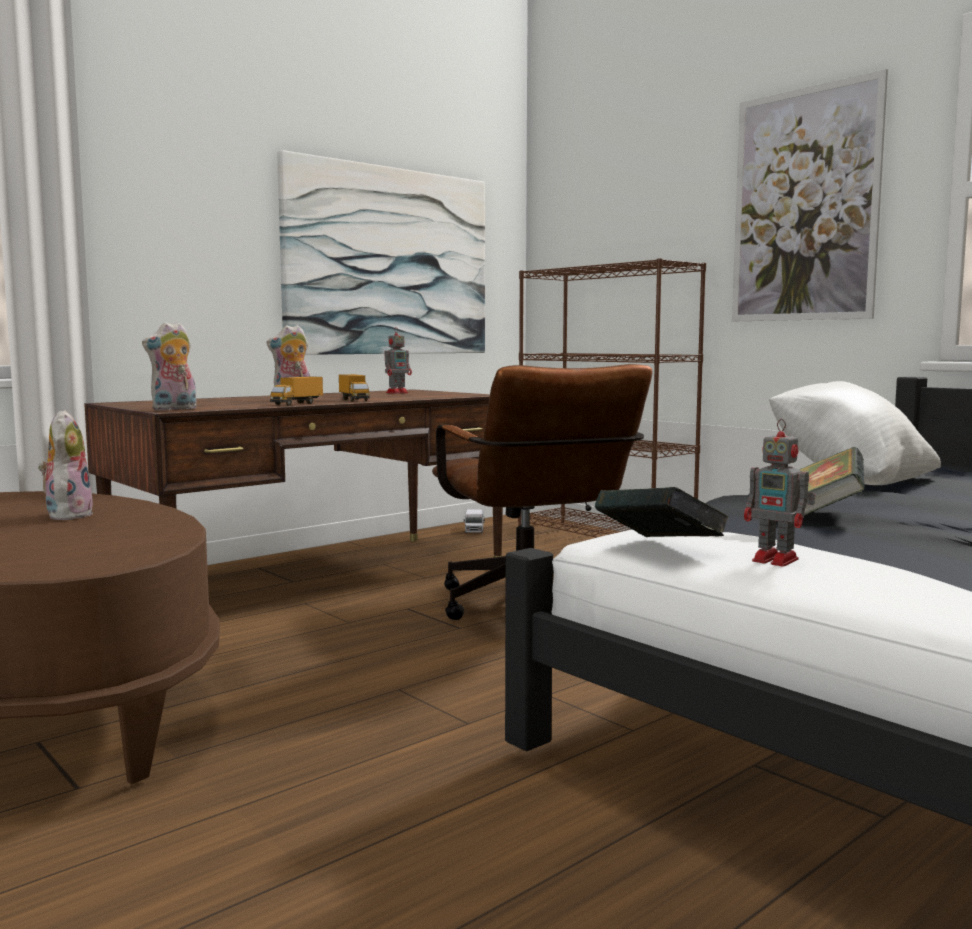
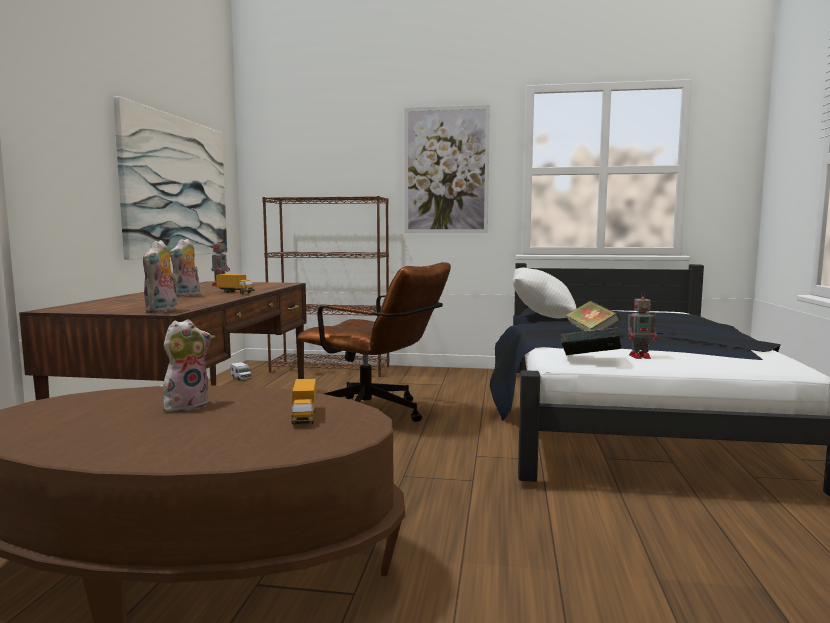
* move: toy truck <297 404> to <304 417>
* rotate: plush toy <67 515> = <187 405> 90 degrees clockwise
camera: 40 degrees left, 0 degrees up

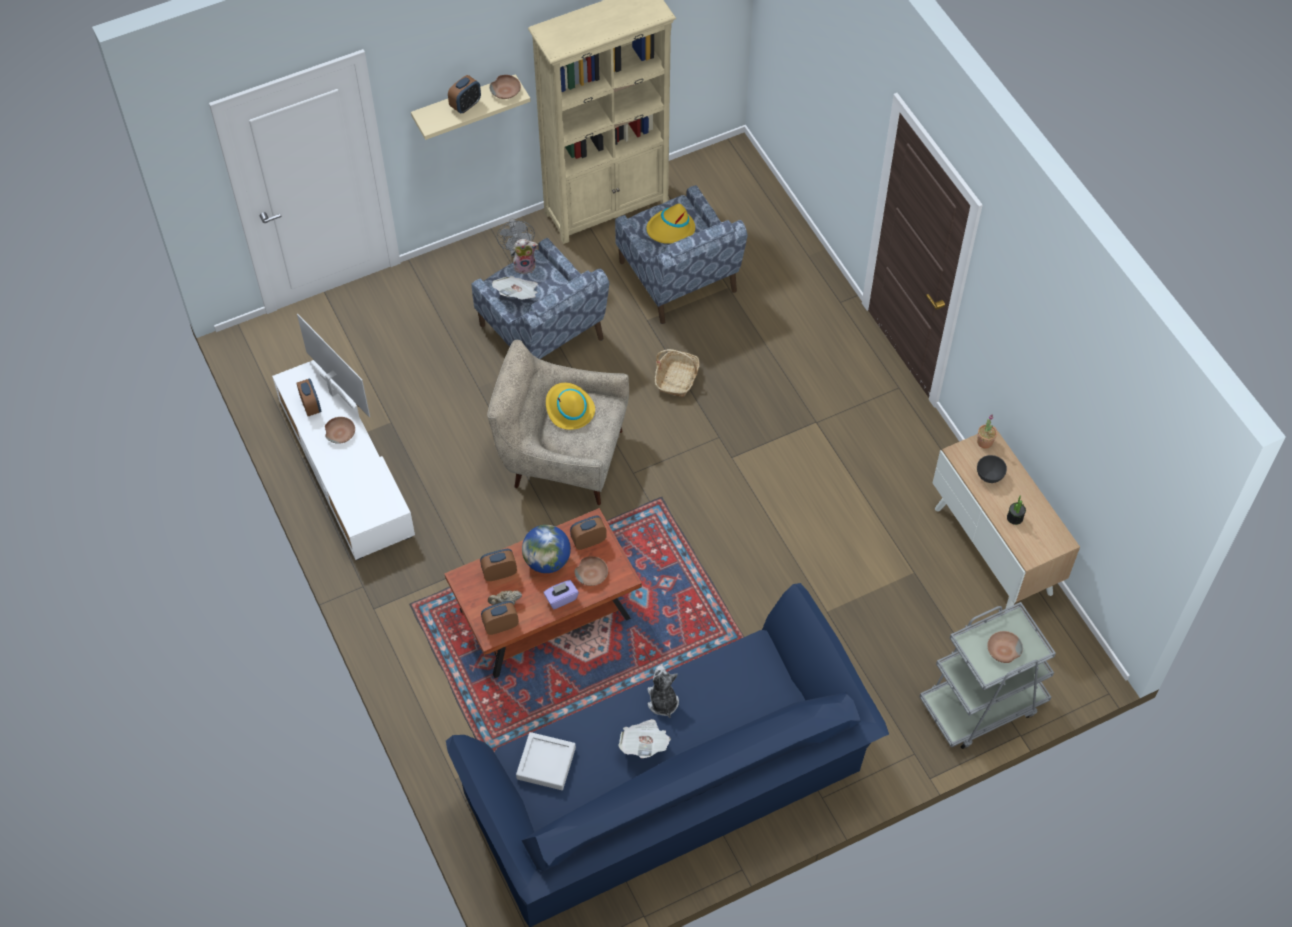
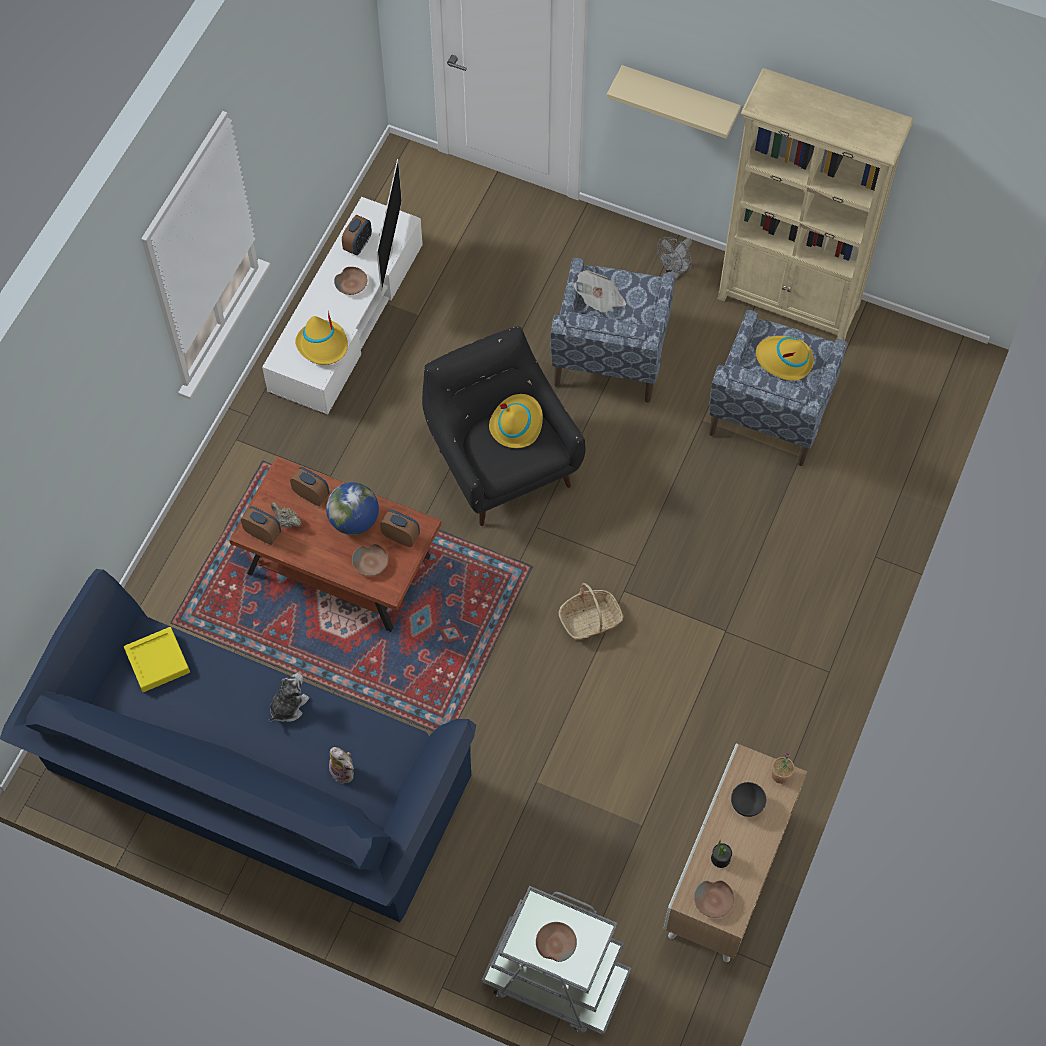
* delete: alarm clock <465 105>
* delete: purple tissue box <561 598>
* delete: newspaper <644 744>
* insert: yellow hat <323 345>
* move: brown bowl <506 91> to <714 901>
* move: plush toy <525 266> to <344 771>
* move: basket <677 378> to <590 620>
* recolor: beige armchair <562 456> to black armchair <502 462>
* recolor: grey tray <546 763> to yellow tray <157 661>
camera: 50 degrees right, 5 degrees up

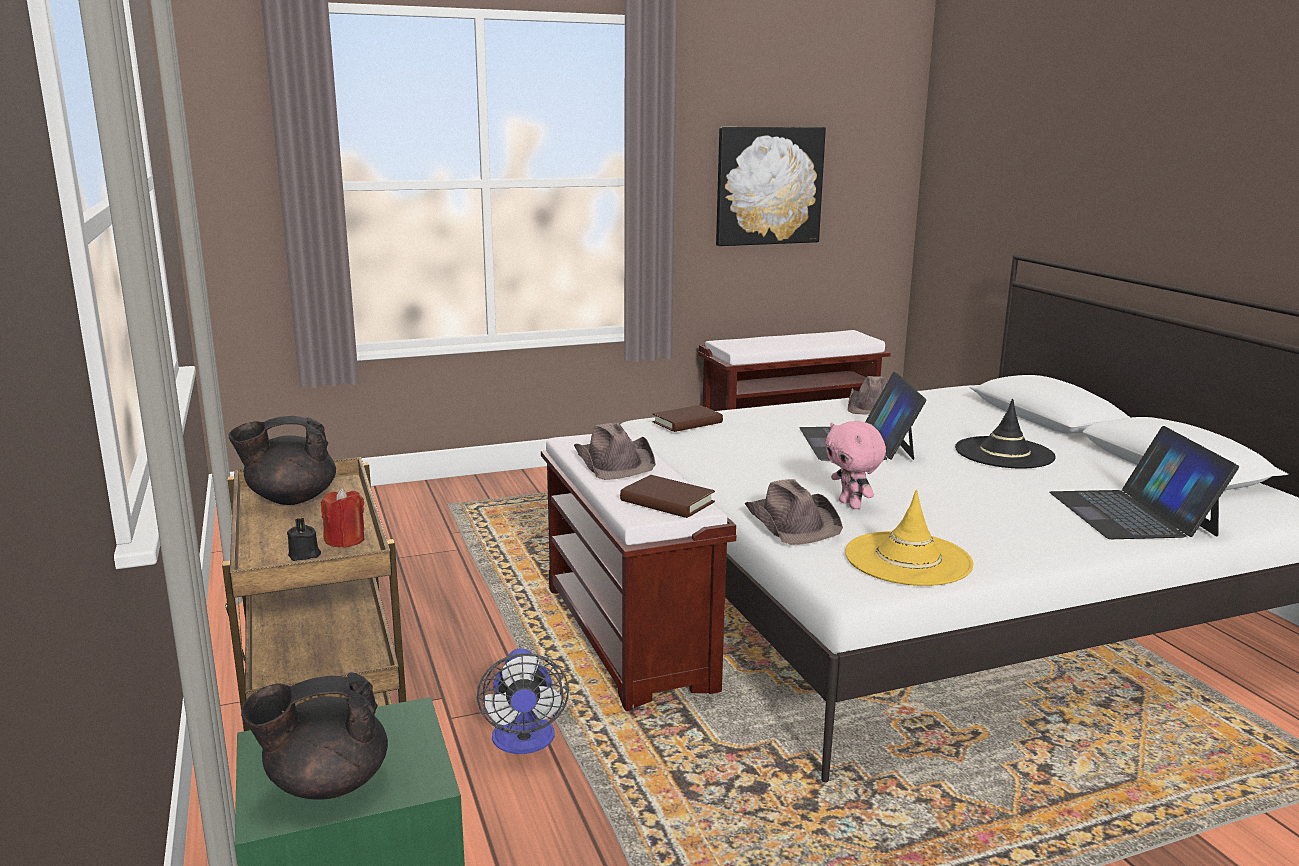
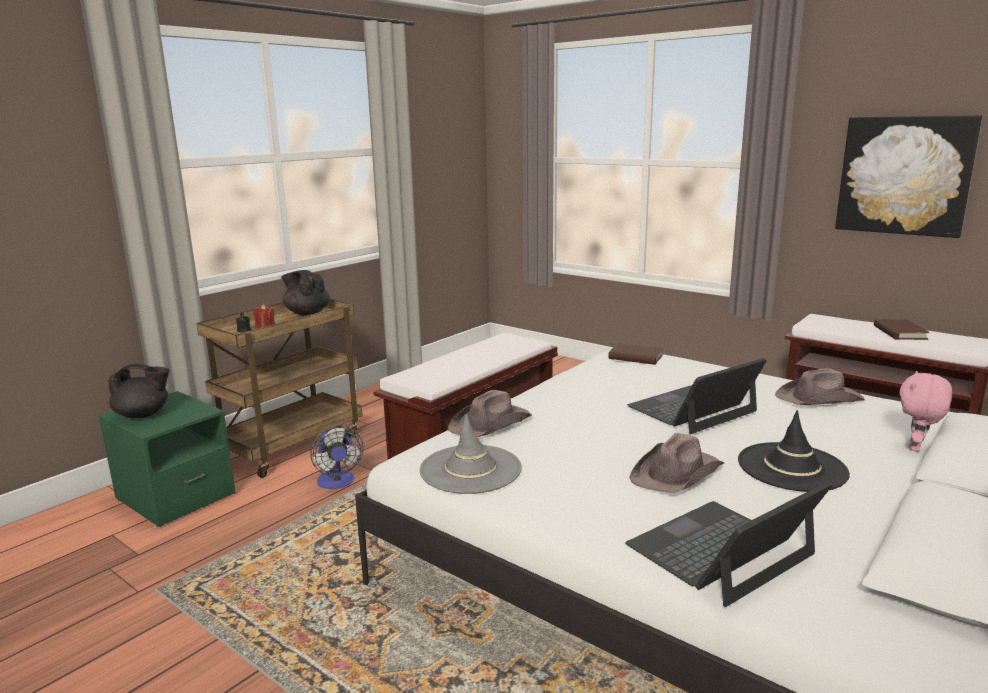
* move: brown hat <615 462> to <677 473>
* move: brown book <667 501> to <899 332>
* move: pink plush toy <851 505> to <917 447>
* recolor: yellow hat <908 559> to grey hat <470 469>
* rotate: black teapot <326 783> = <143 415> 135 degrees clockwise
* rotate: fan <524 742> = <337 483> 75 degrees counterclockwise
camera: 60 degrees right, 0 degrees up

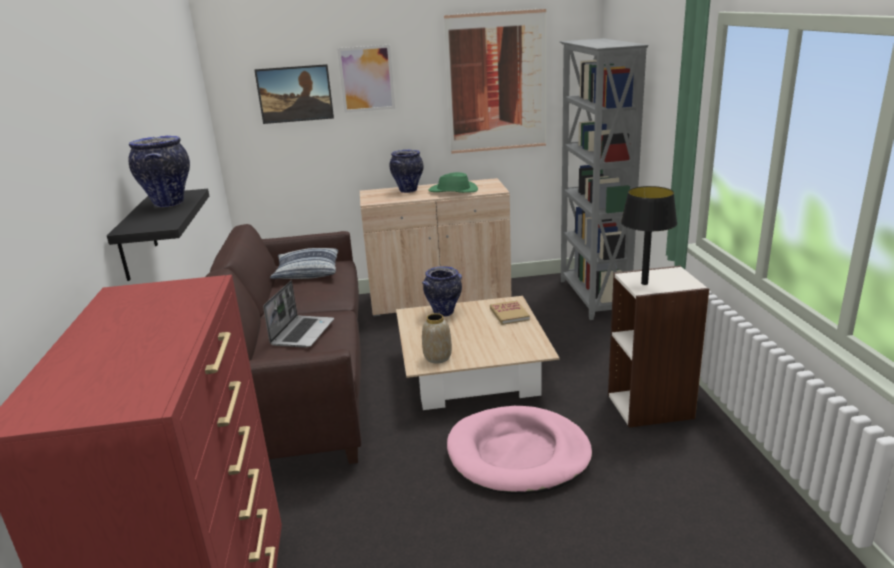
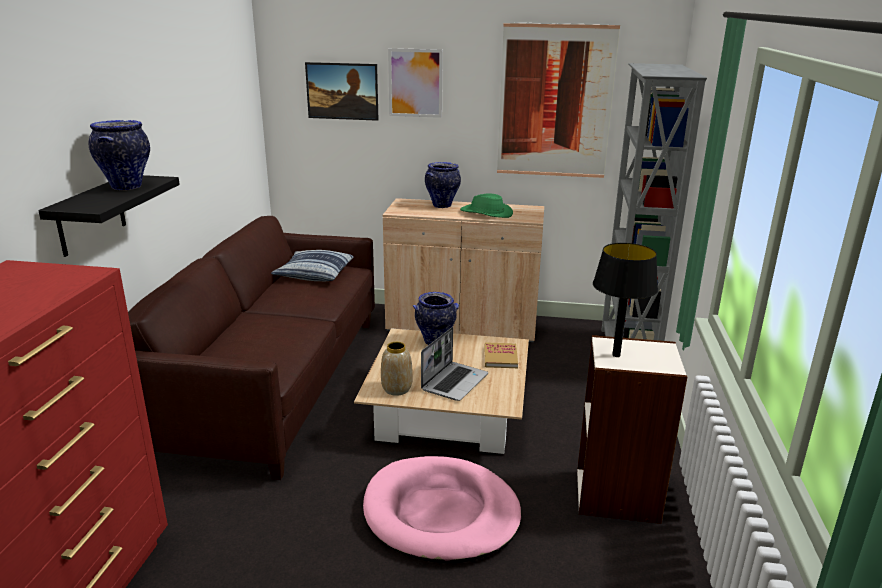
* move: laptop <302 332> to <454 382>
camera: 15 degrees right, 0 degrees up

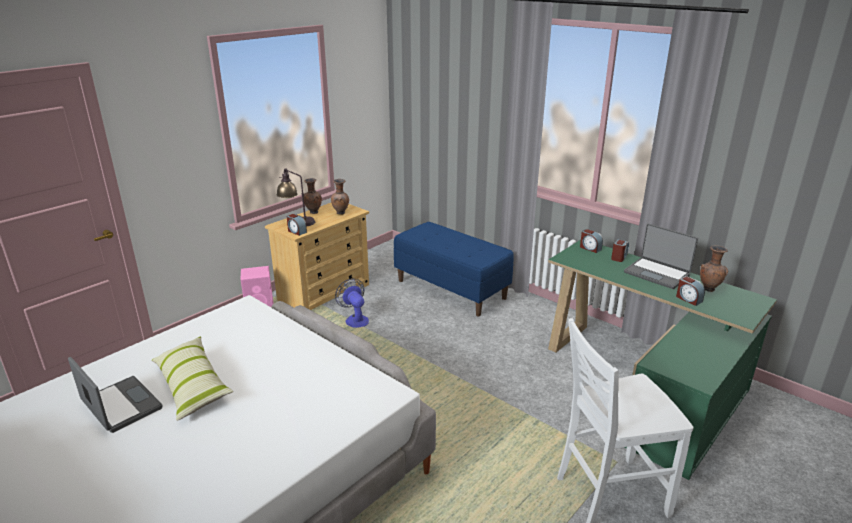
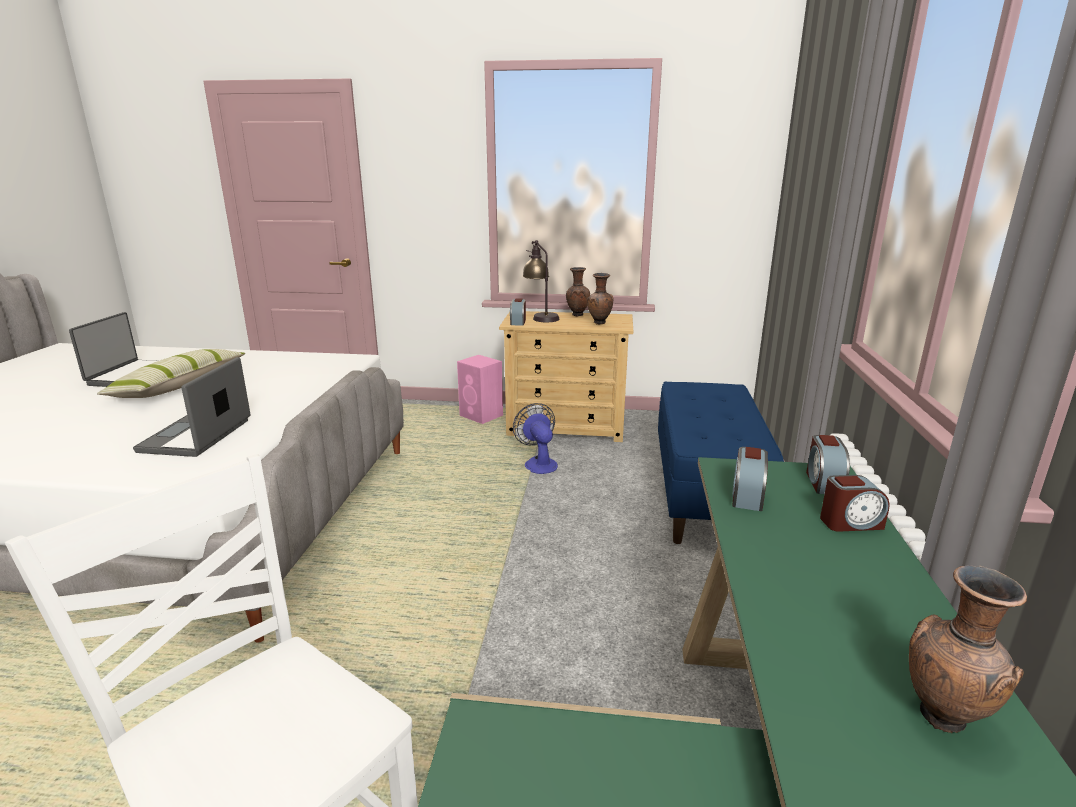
* move: laptop <657 273> to <198 436>
* move: alarm clock <688 299> to <747 496>
* rotate: fan <355 319> = <538 463> 45 degrees counterclockwise
camera: 55 degrees right, 5 degrees down

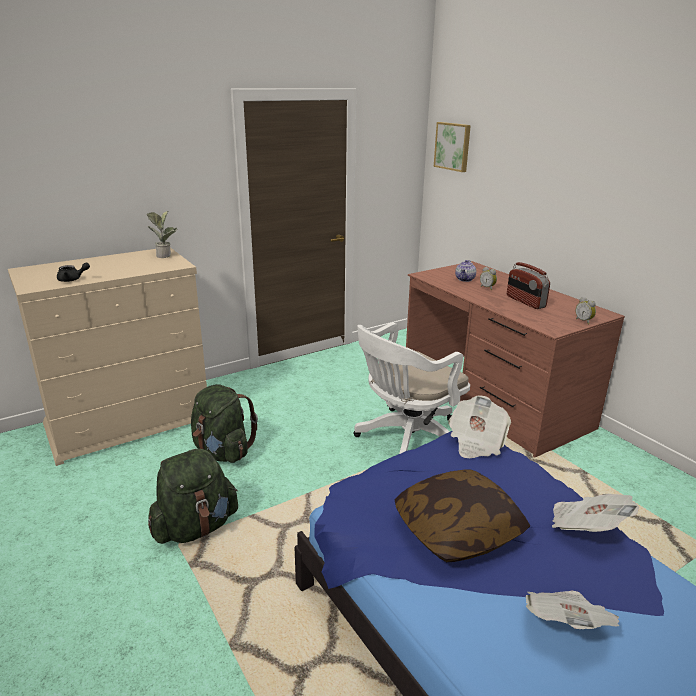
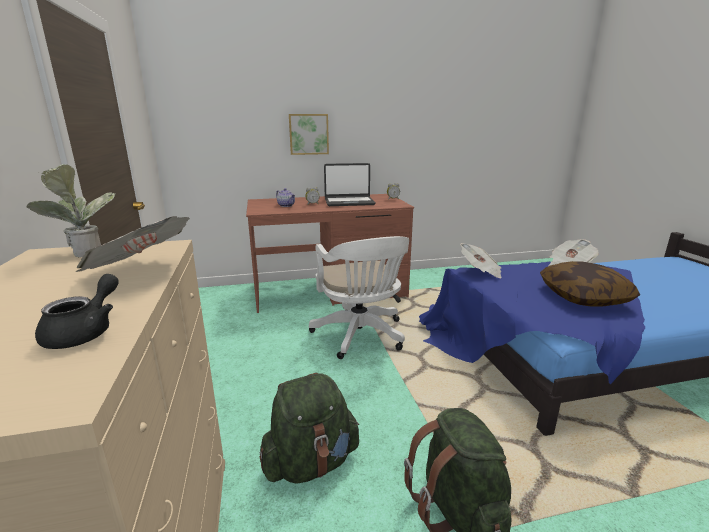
* move: picture <453 146> to <308 134>
* move: newspaper <565 625> to <139 272>
* replace: radio <525 302> to laptop <349 202>
camera: 70 degrees left, 5 degrees down

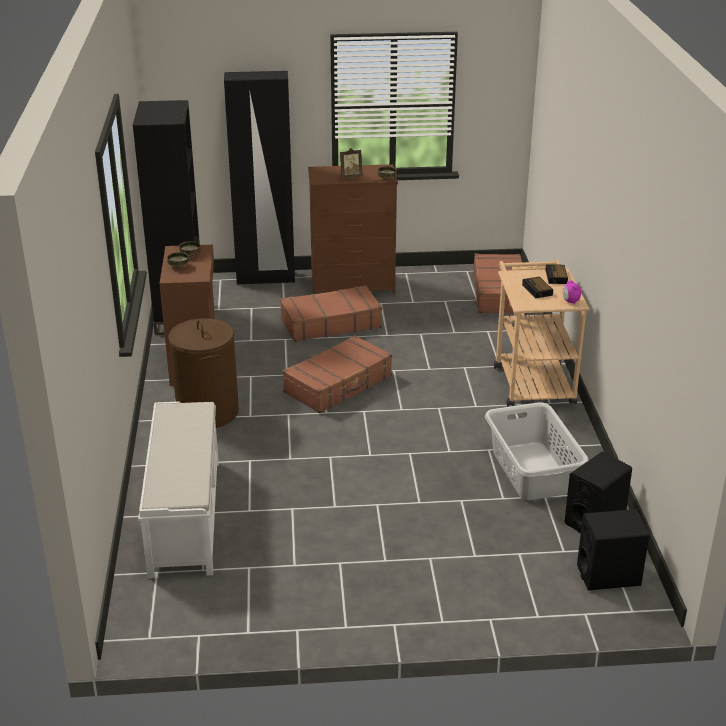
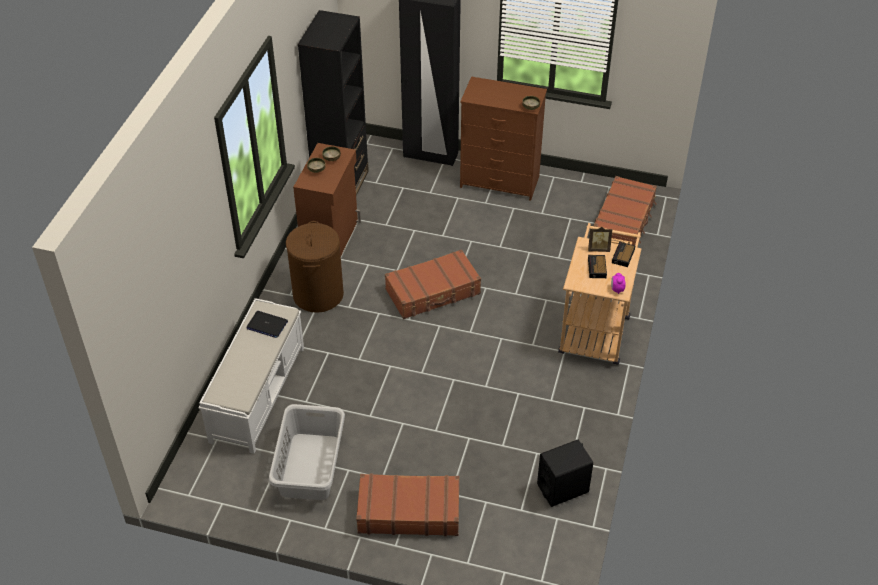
* delete: black speaker <608 575>
* insert: laptop <267 325>
* move: brown suitcase <330 323> to <408 511>
* move: picture frame <350 177> to <598 248>
* move: grey laundry basket <533 470> to <311 466>
camera: 20 degrees right, 15 degrees up

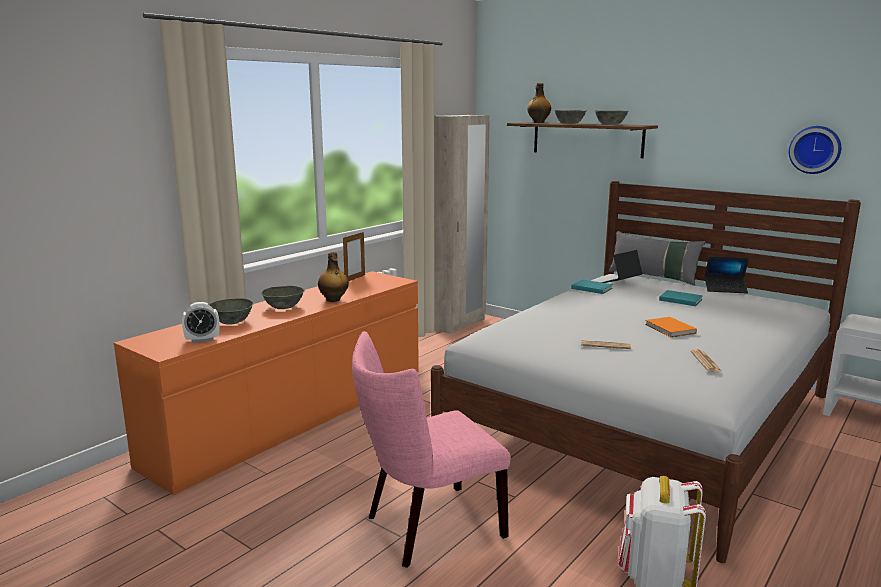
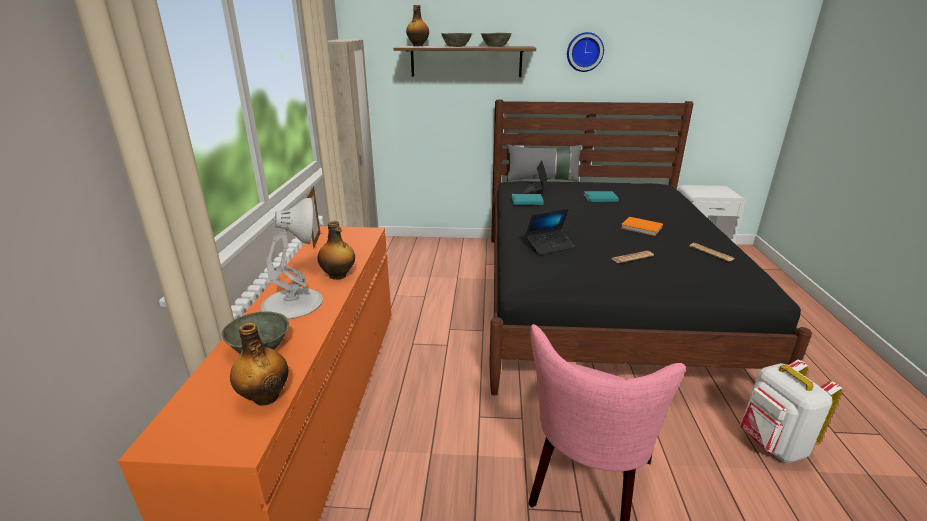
* move: laptop <725 289> to <549 246>
* move: wall clock <815 149> to <584 52>
* replace: alarm clock <202 340> to bottle <265 396>
* replace: grey bowl <283 306> to white table lamp <294 302>
* recolor: white bed <644 420> to black bed <598 301>
camera: 35 degrees left, 10 degrees up

